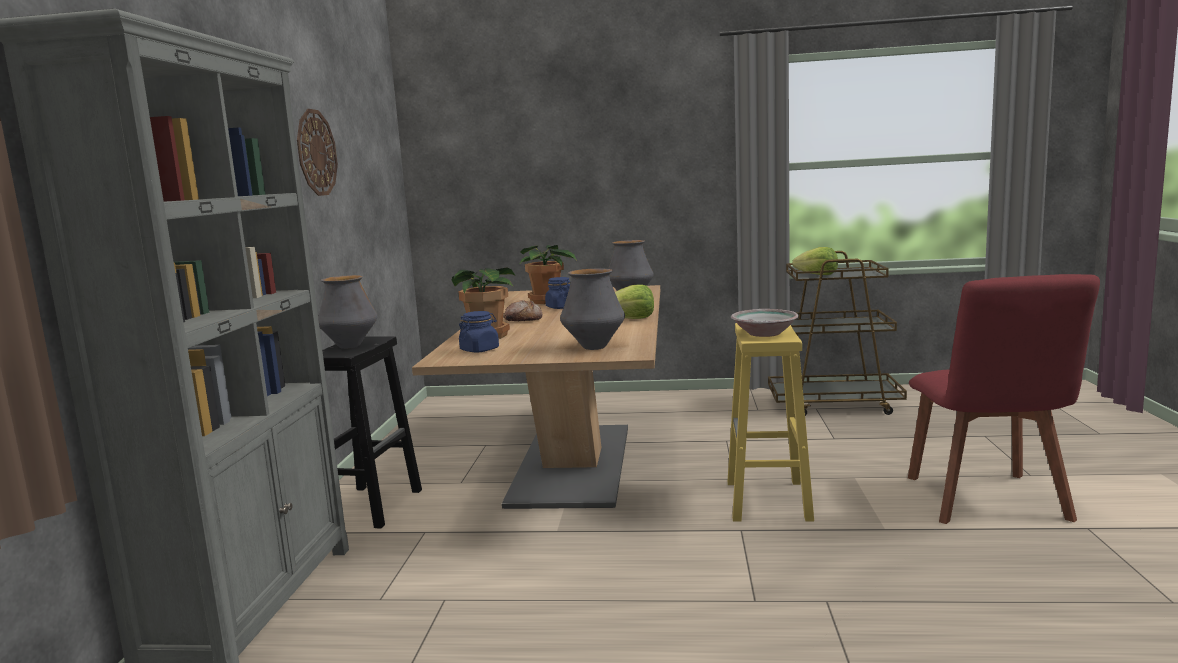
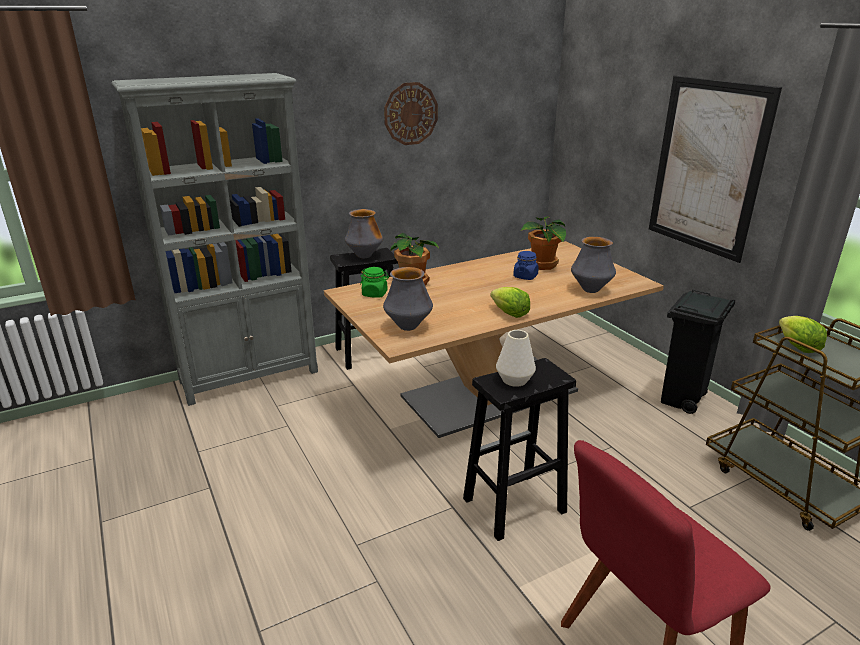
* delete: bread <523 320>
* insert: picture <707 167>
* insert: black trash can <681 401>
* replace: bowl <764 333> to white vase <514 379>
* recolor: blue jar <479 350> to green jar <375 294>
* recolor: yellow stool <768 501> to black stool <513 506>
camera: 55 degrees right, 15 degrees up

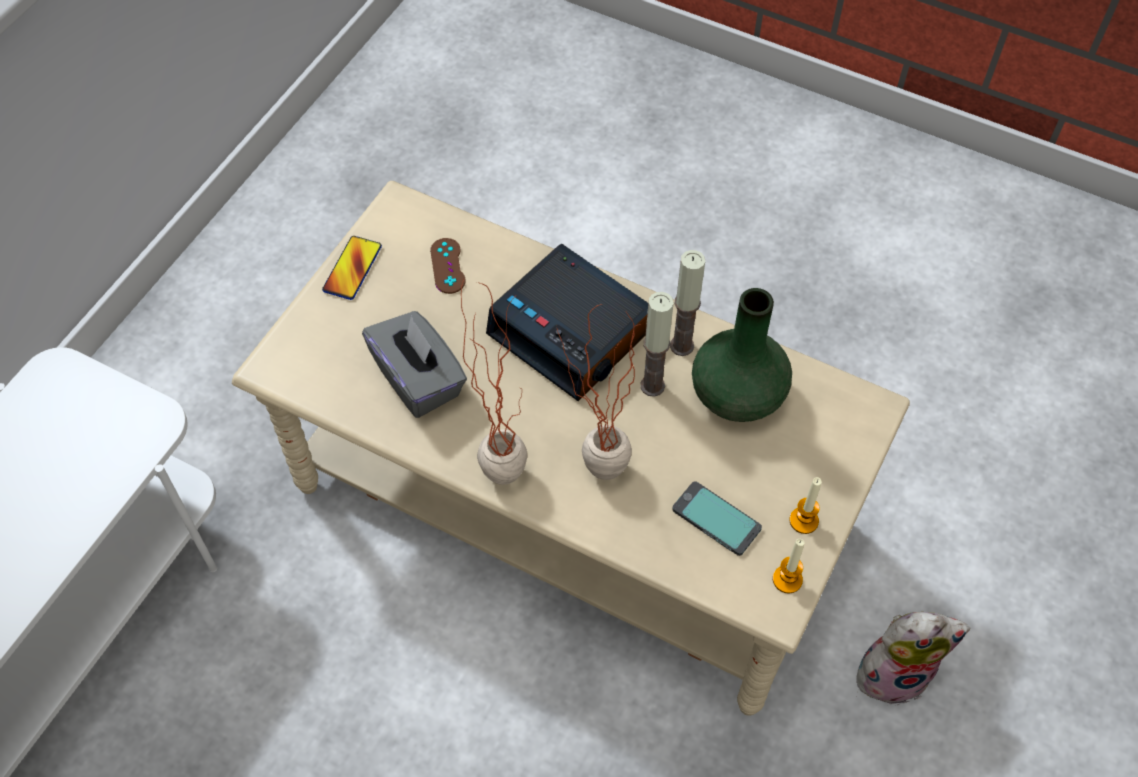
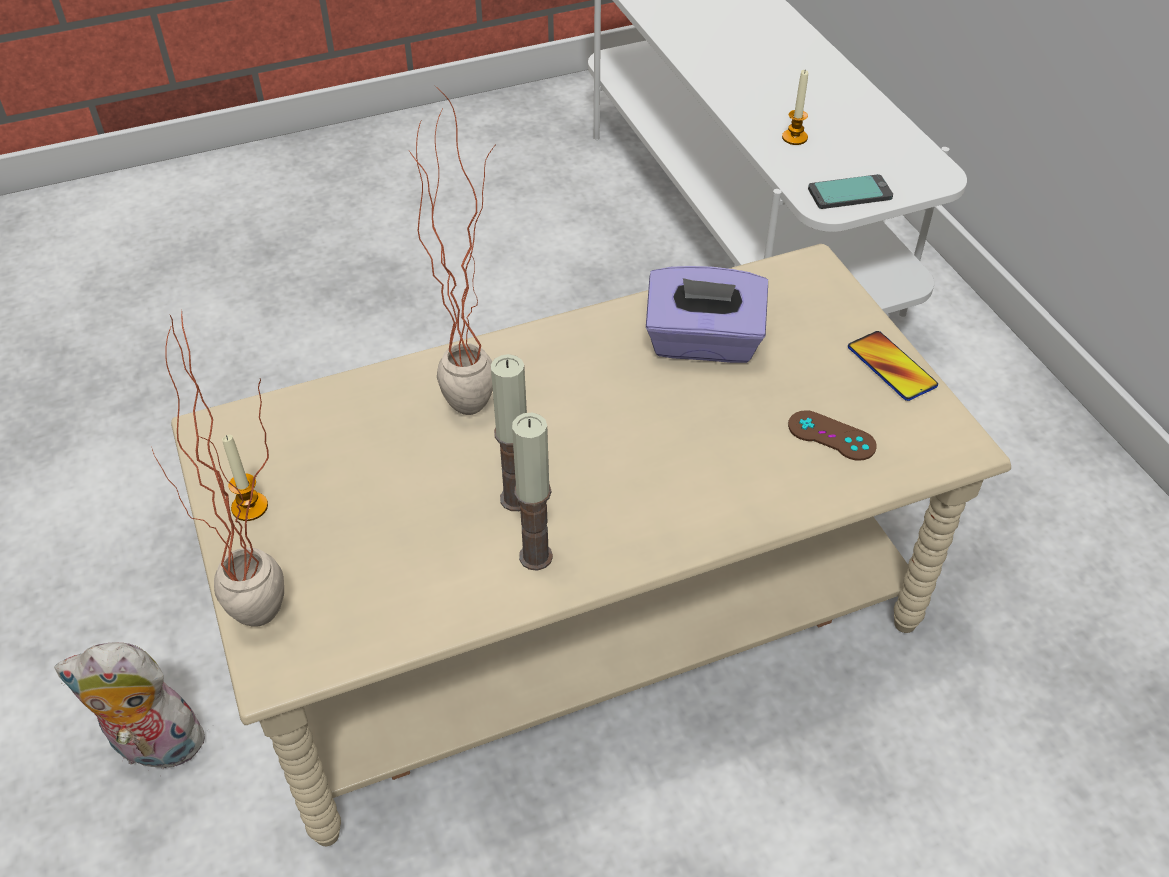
* delete: alarm clock <573 332>
* delete: green vase <737 393>
* move: potted plant <503 461> to <274 625>
* move: phone <716 519> to <849 193>
* move: candle <787 579> to <794 137>
* recolor: grey tissue box <419 380> to purple tissue box <703 343>
* rotate: plush toy <894 672> = <153 747> 60 degrees clockwise
camera: 130 degrees right, 10 degrees down

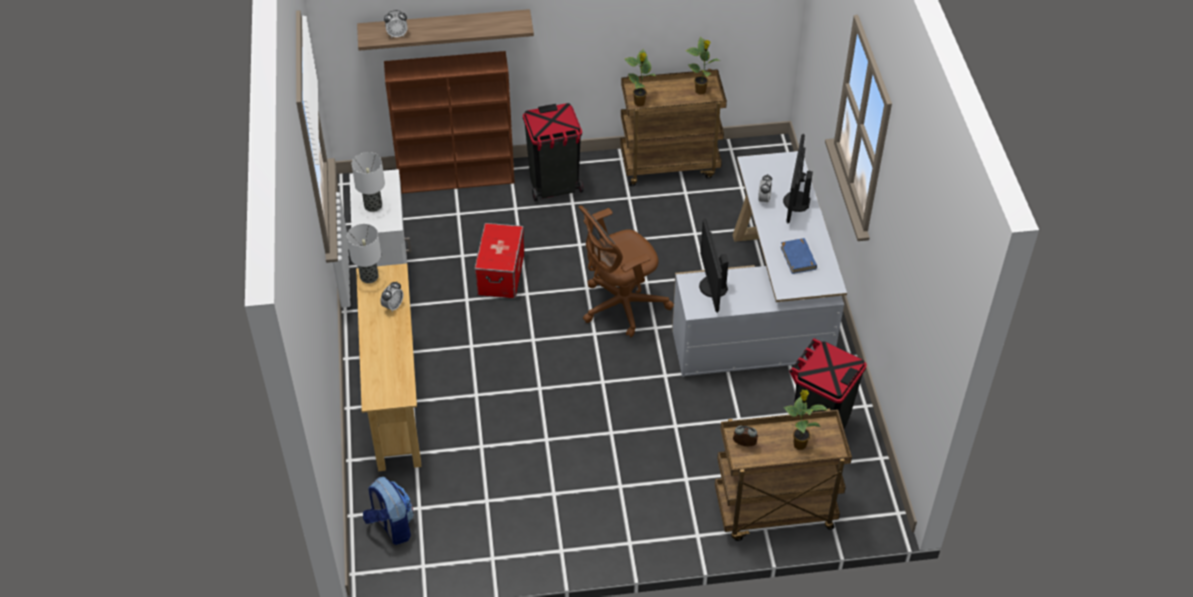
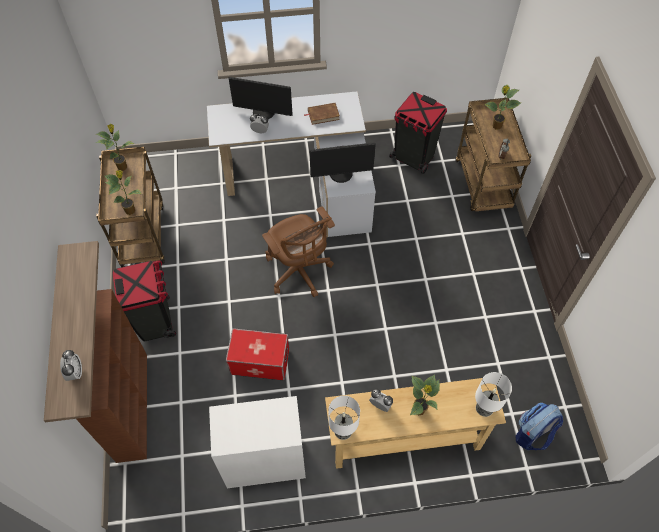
* insert: potted plant <419 411>
* move: table lamp <373 206> to <485 408>
* recolor: blue book <798 258> to brown book <323 115>
camera: 90 degrees left, 10 degrees up

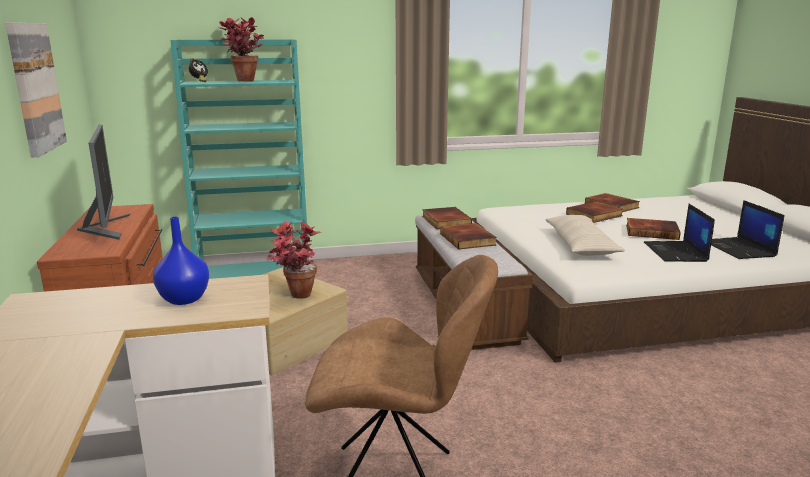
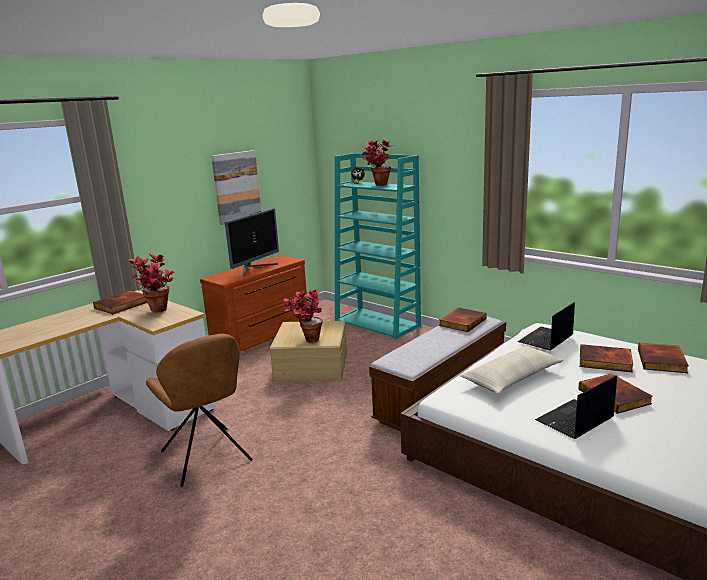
* move: book <468 239> to <122 305>
* move: laptop <739 249> to <546 339>
* replace: blue vase <185 299> to potted plant <158 312>
camera: 55 degrees right, 0 degrees up

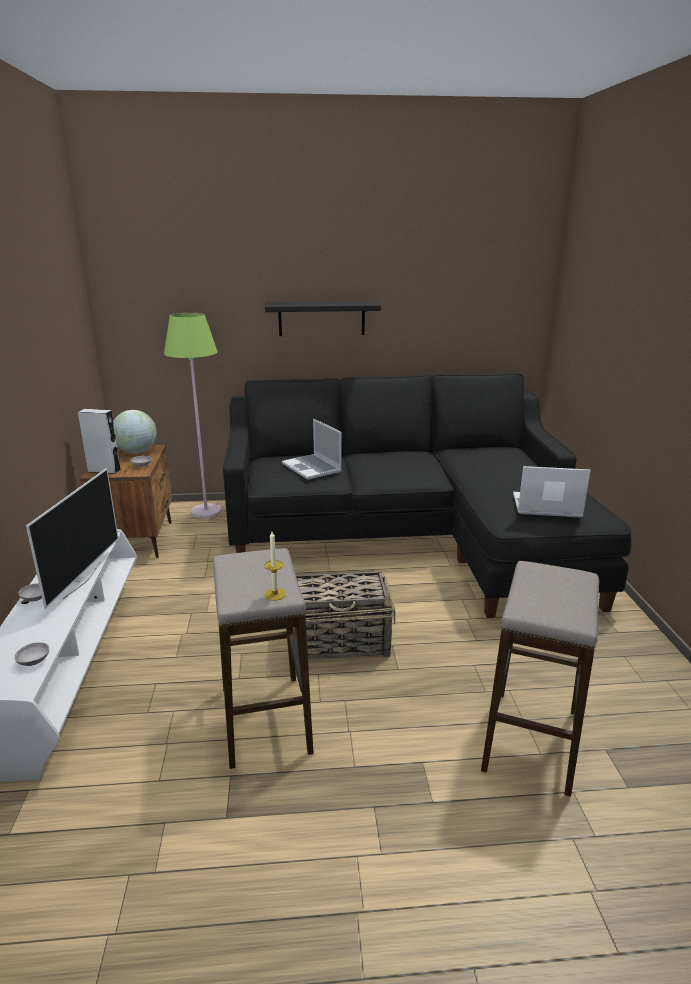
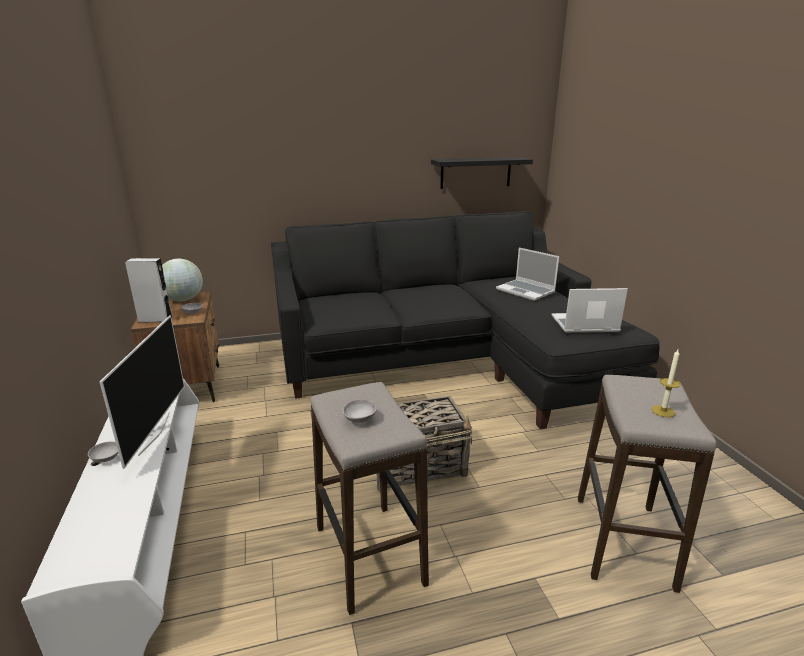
* delete: green floor lamp <206 511>
* move: grey bowl <34 661> to <359 419>
* move: candle <275 594> to <663 411>
* move: black shelf <321 318> to <475 172>
* move: laptop <313 468> to <526 291>
camera: 10 degrees left, 0 degrees up

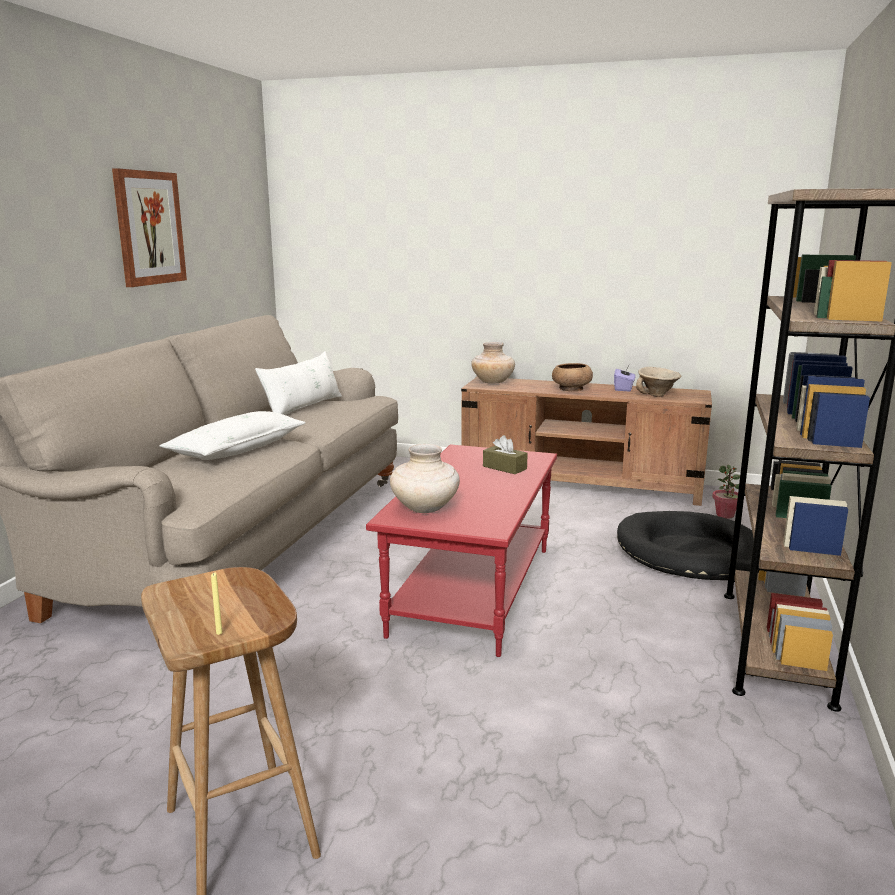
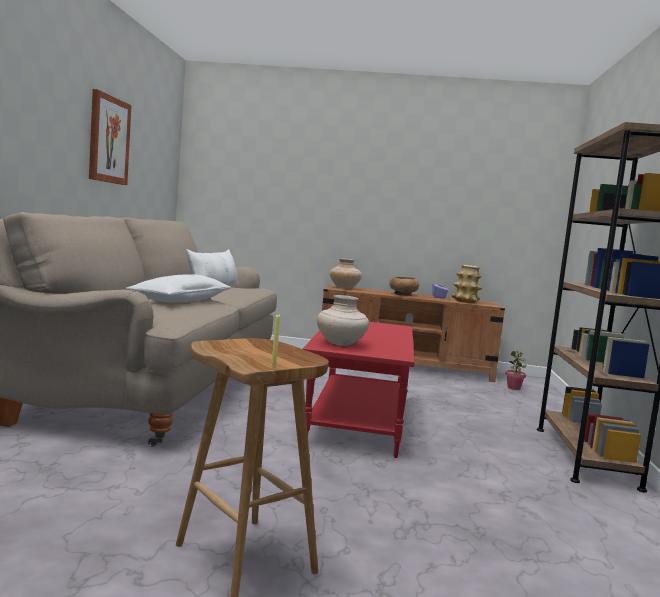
* delete: brown tissue box <504 467>
* delete: black dog bed <692 553>
* replace: beige bowl <658 395> to vase <465 301>
camera: 10 degrees left, 10 degrees down

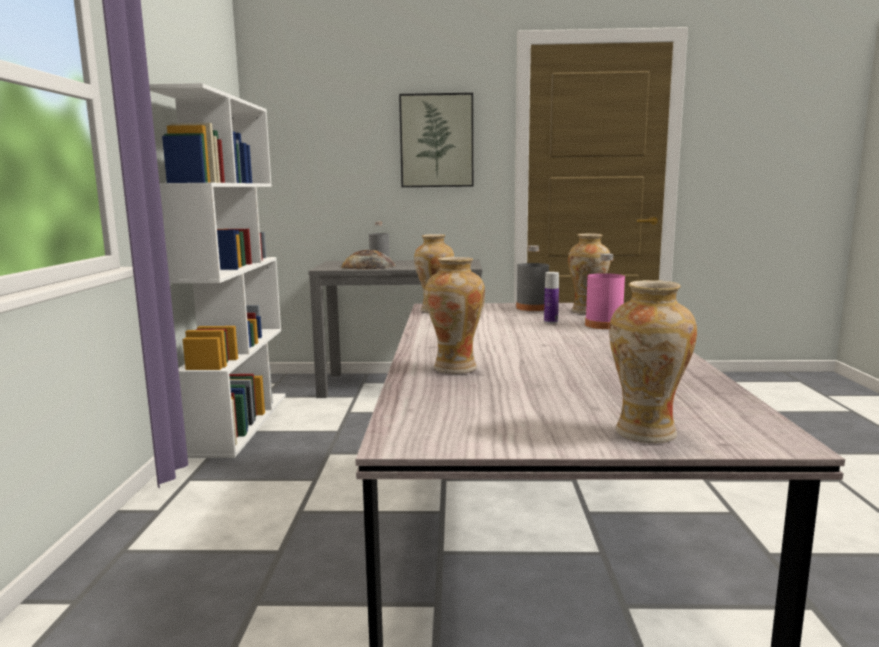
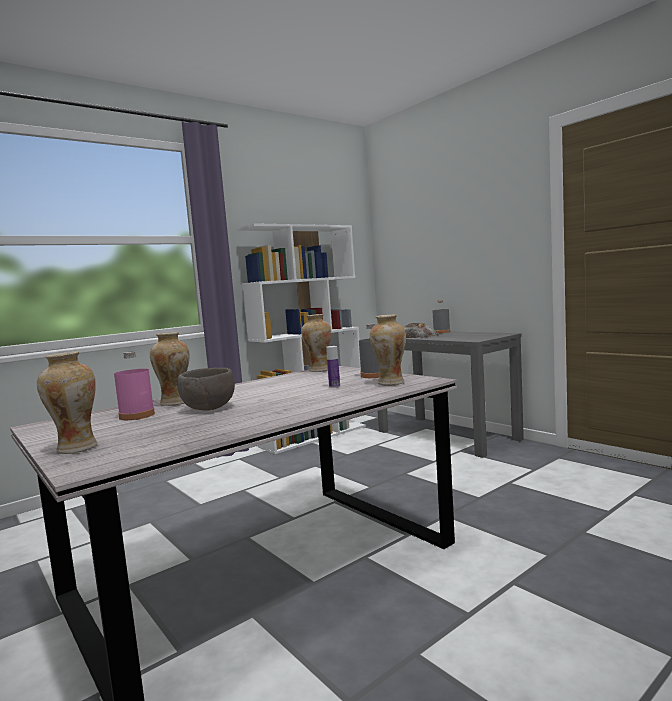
* delete: picture <436 141>
* insert: brown bowl <208 409>
* move: pink bottle <603 325> to <137 415>
camera: 50 degrees right, 5 degrees down

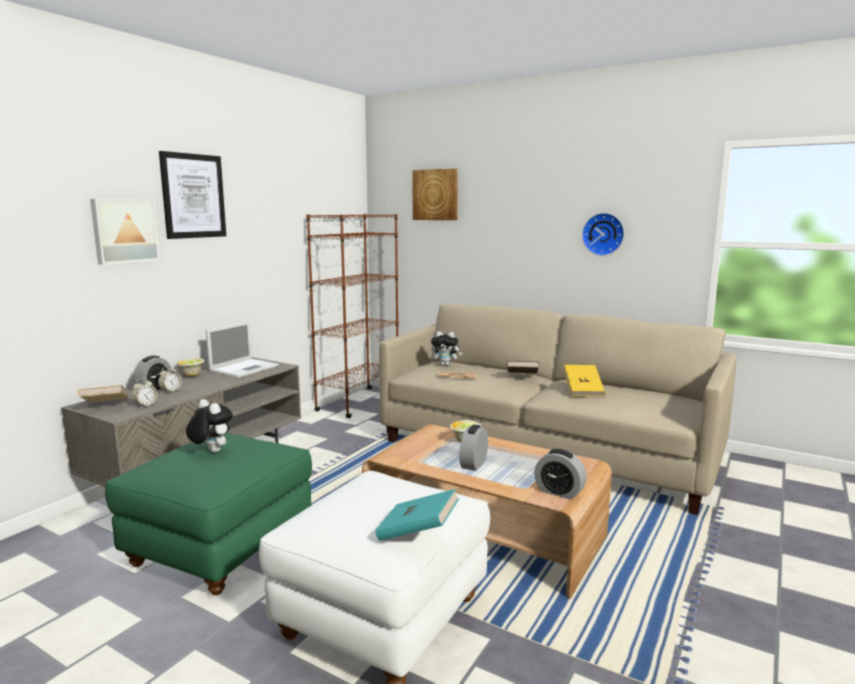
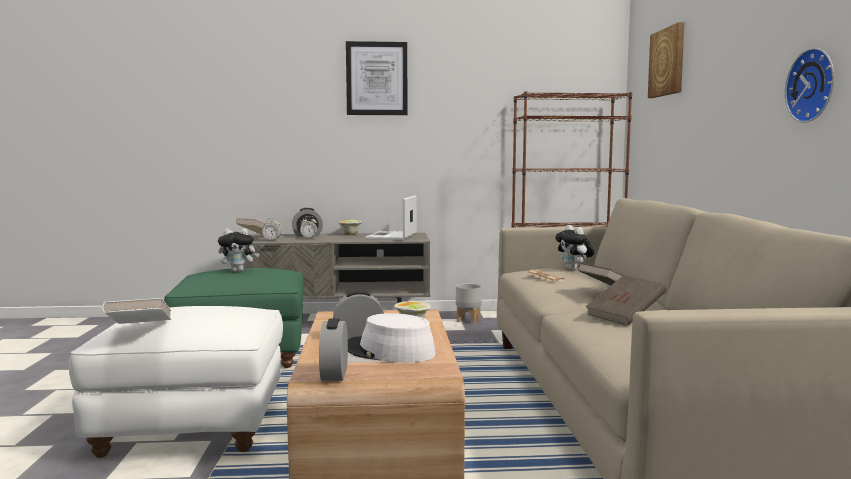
* delete: picture <124 231>
* insert: white hat <389 351>
* insert: grey planter <468 320>
* recolor: turquoise book <418 532> to white book <139 329>
* recolor: yellow book <583 390> to brown book <625 316>
* rotate: plush toy <211 451> = <238 271> 75 degrees clockwise
* rotate: laptop <245 368> = <391 236> 105 degrees clockwise
camera: 55 degrees right, 5 degrees down

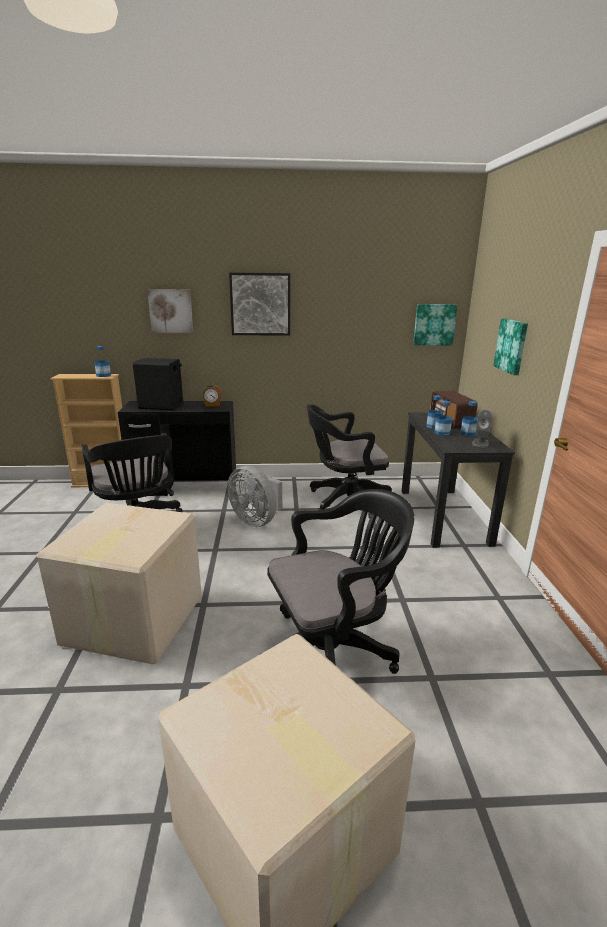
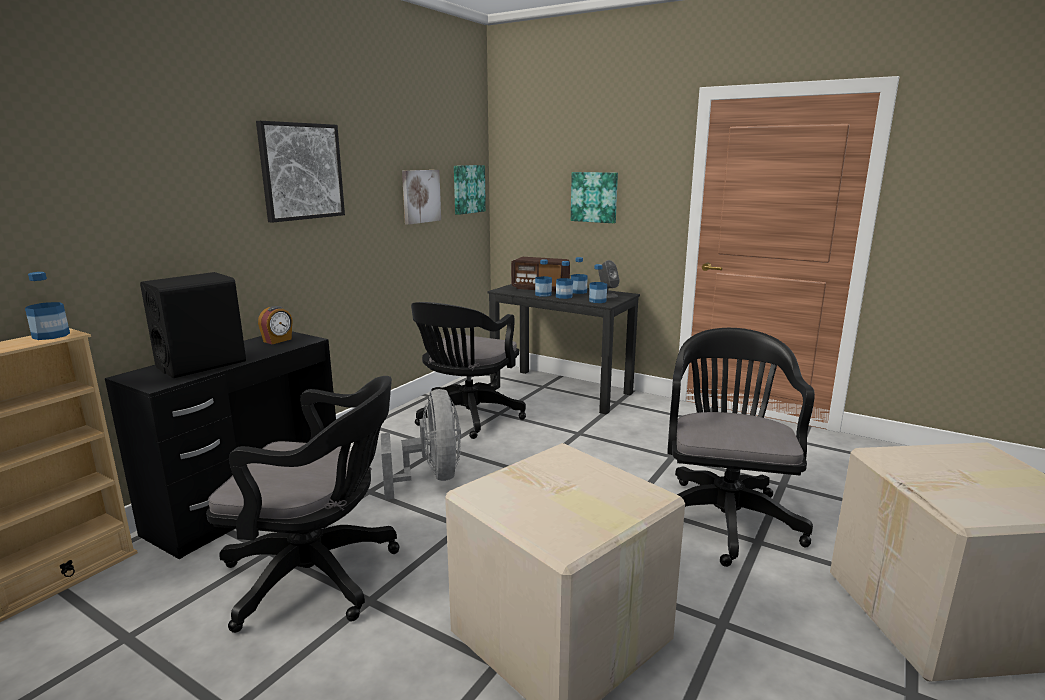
* insert: bottle <597 301>
* move: picture <171 311> to <420 196>
* rotate: grey fan <256 520> = <431 478> 90 degrees counterclockwise
camera: 55 degrees left, 5 degrees down

